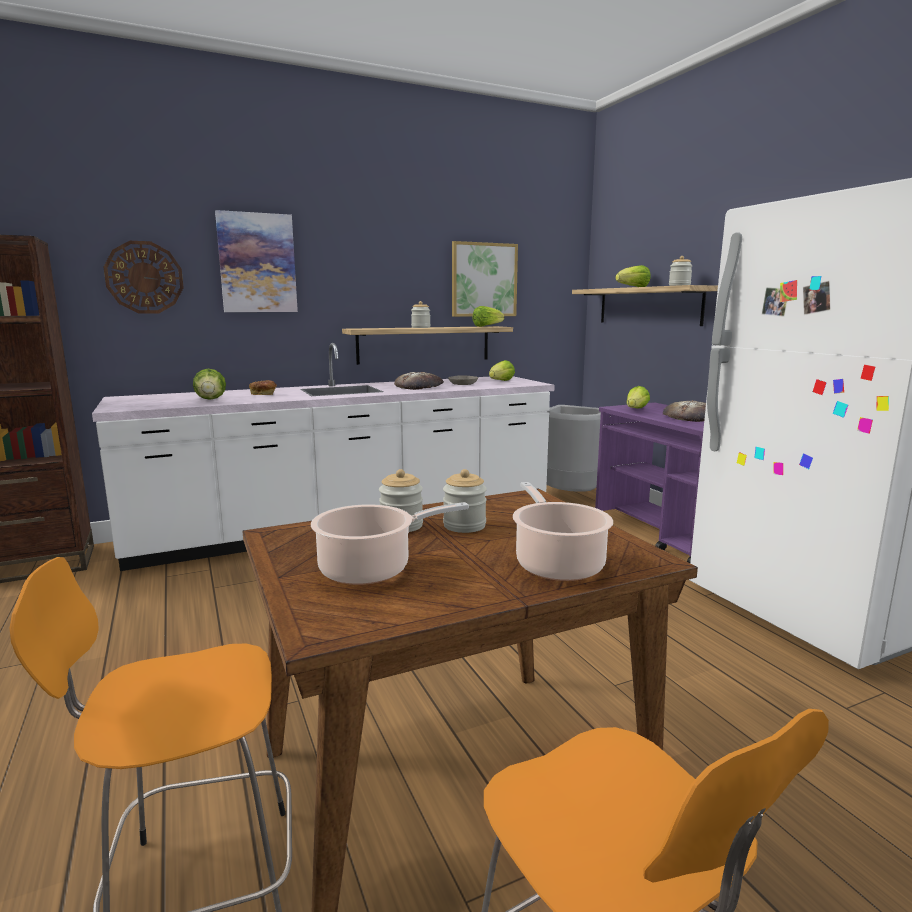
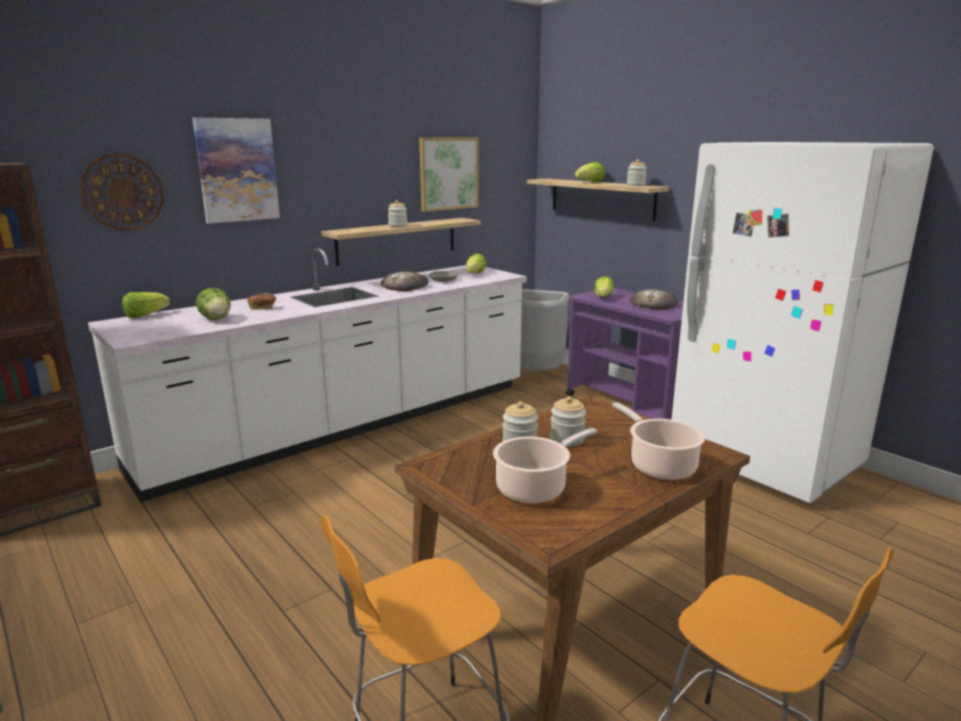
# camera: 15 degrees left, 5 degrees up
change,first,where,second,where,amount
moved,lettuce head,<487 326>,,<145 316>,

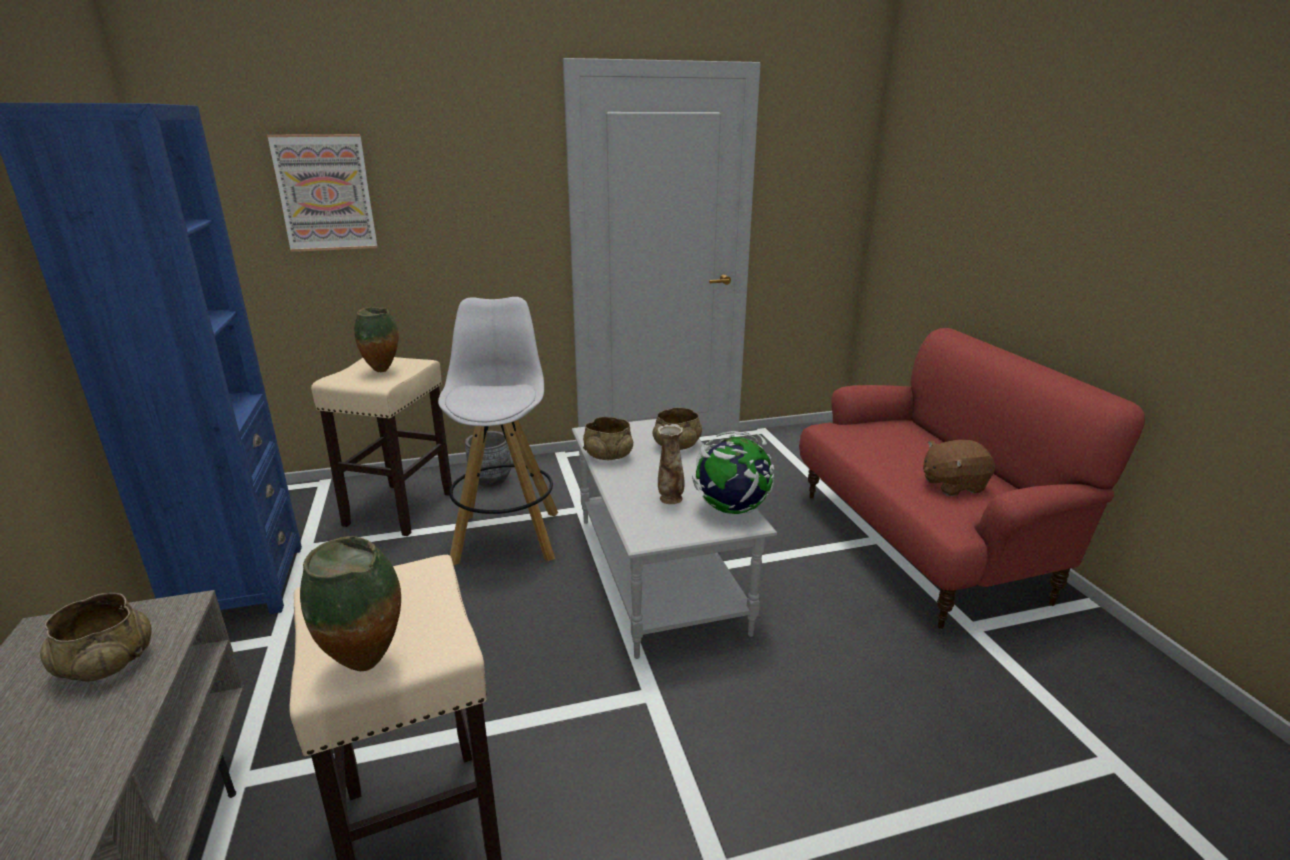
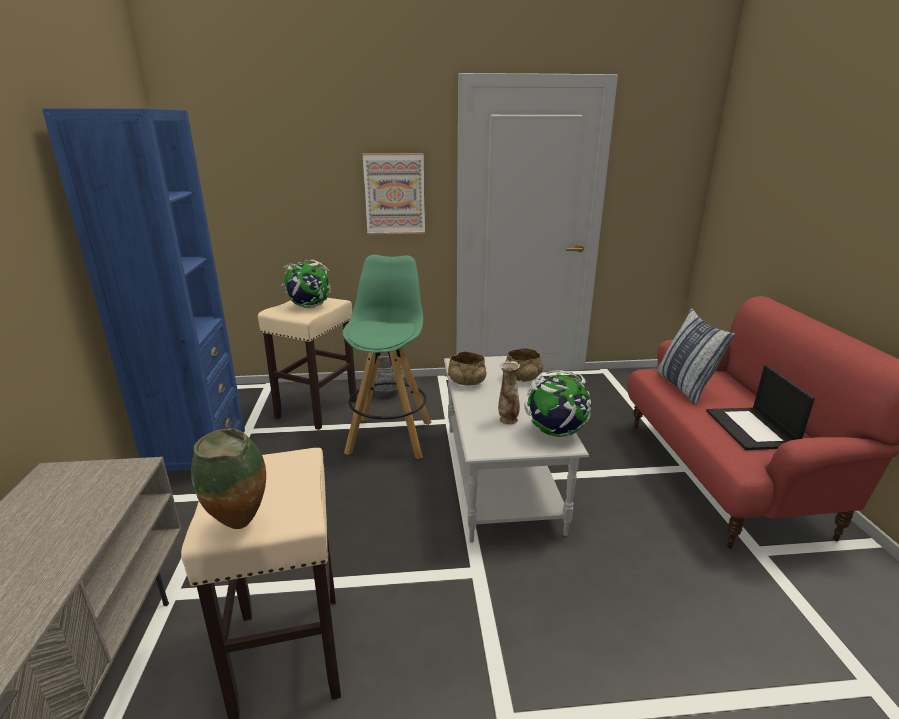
# camera: 10 degrees right, 0 degrees up
change,first,where,second,where,amount
removed,sand-coloured bowl,<107 663>,,,
moved,picture,<325 193>,,<394 194>,
replaced,decorative vase,<383 371>,globe,<309 306>,
recoloured,whitish stool,<506 536>,green stool,<390 436>,
replaced,brown soft toy,<952 485>,laptop,<751 429>,
added,,,cushion,<685 386>,

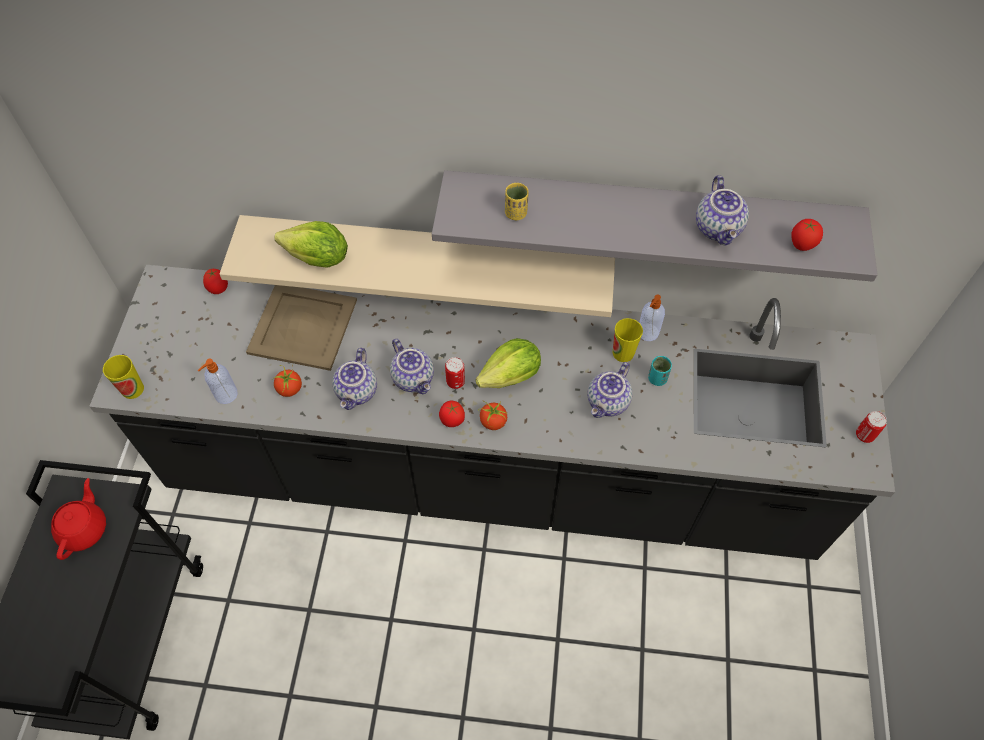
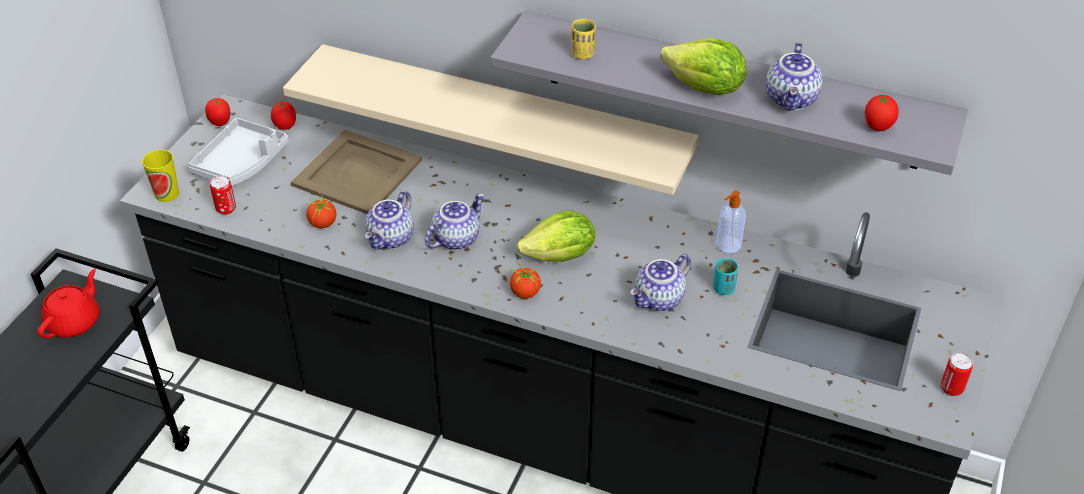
# camera: 15 degrees right, 15 degrees down
change,first,where,second,where,amount
removed,soap dispenser,<225 395>,,,
moved,lettuce head,<318 259>,,<704 88>,
turned,tea pot,<414 378>,,<455 238>,120 degrees counterclockwise
moved,tomato,<452 421>,,<220 123>,
moved,metal can,<455 382>,,<226 209>,
removed,small cup,<623 353>,,,
added,,,greyish serving tray,<241 162>,

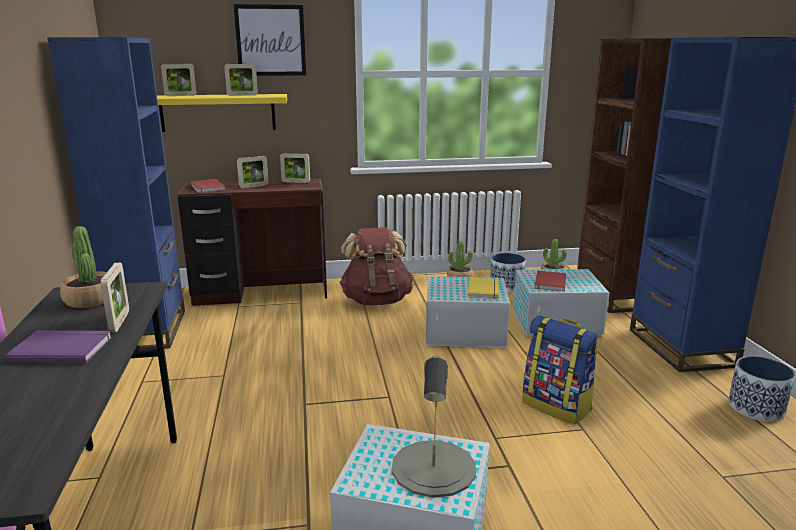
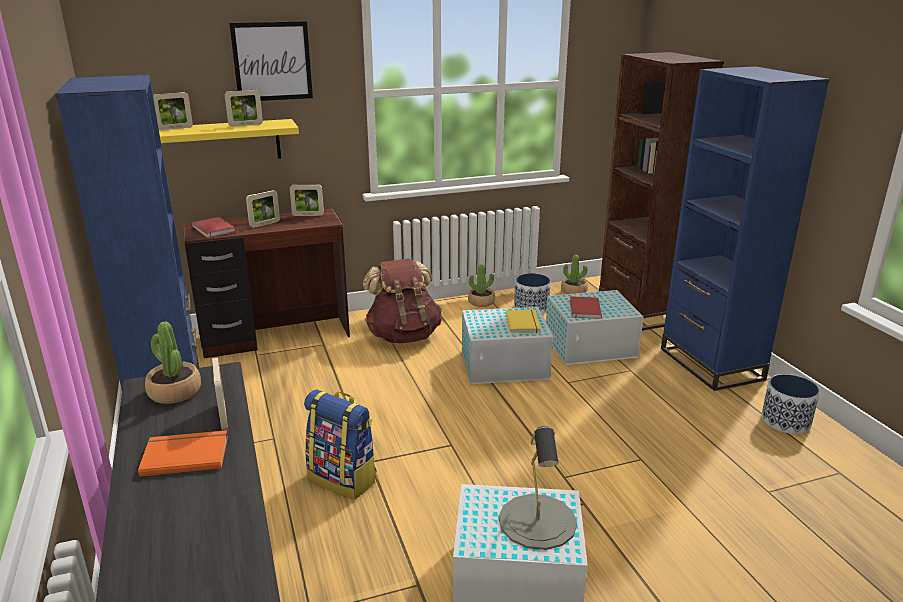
# camera: 10 degrees left, 5 degrees up
change,first,where,second,where,amount
recoloured,purple-coloured volume,<62 349>,orange-coloured volume,<185 454>,
moved,rucksack,<557 406>,,<343 479>,

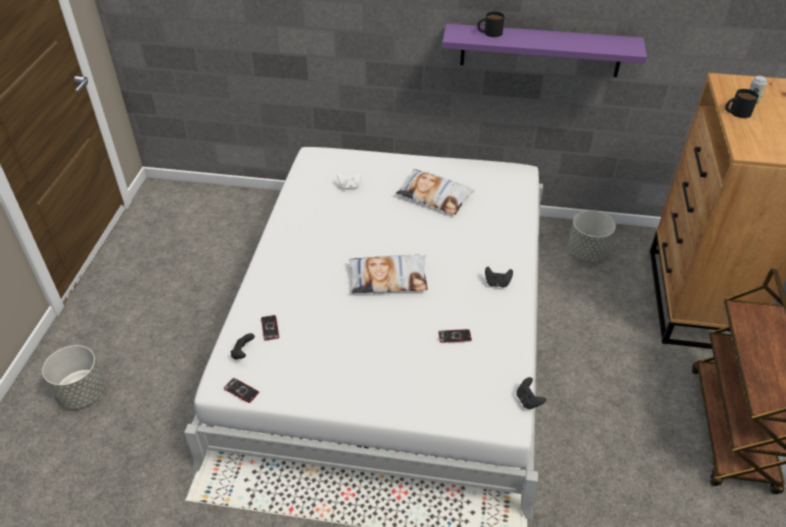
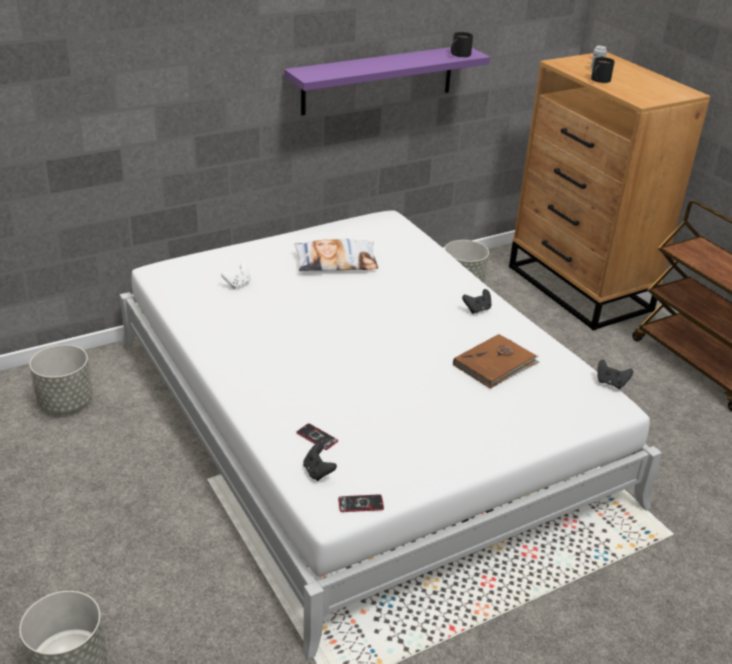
# camera: 40 degrees left, 10 degrees down
change,first,where,second,where,amount
removed,cushion,<388 278>,,,
replaced,handset,<454 336>,brown volume,<495 364>,
moved,black-coloured mug,<489 33>,,<458 55>,
added,,,greyish planter,<66 402>,

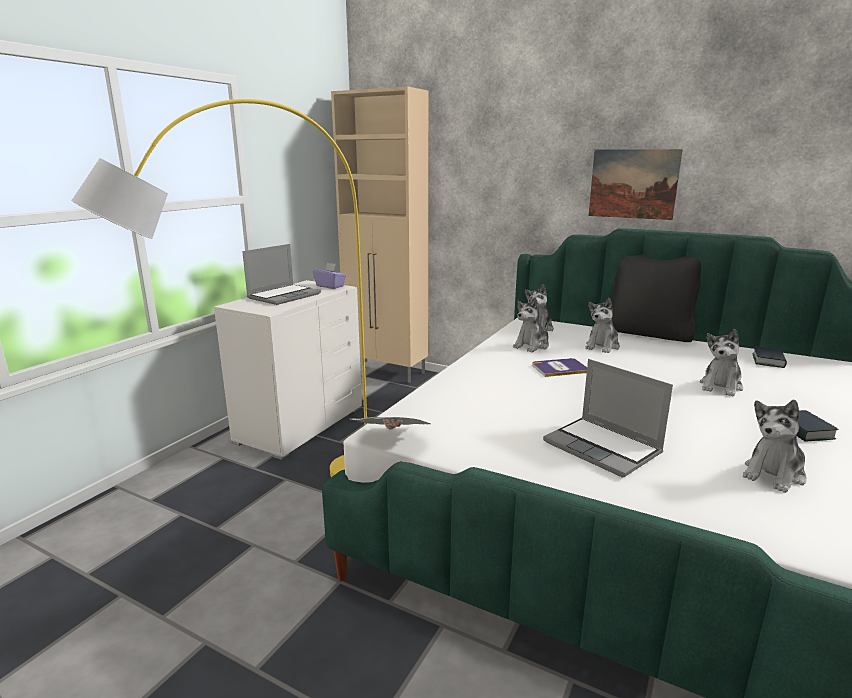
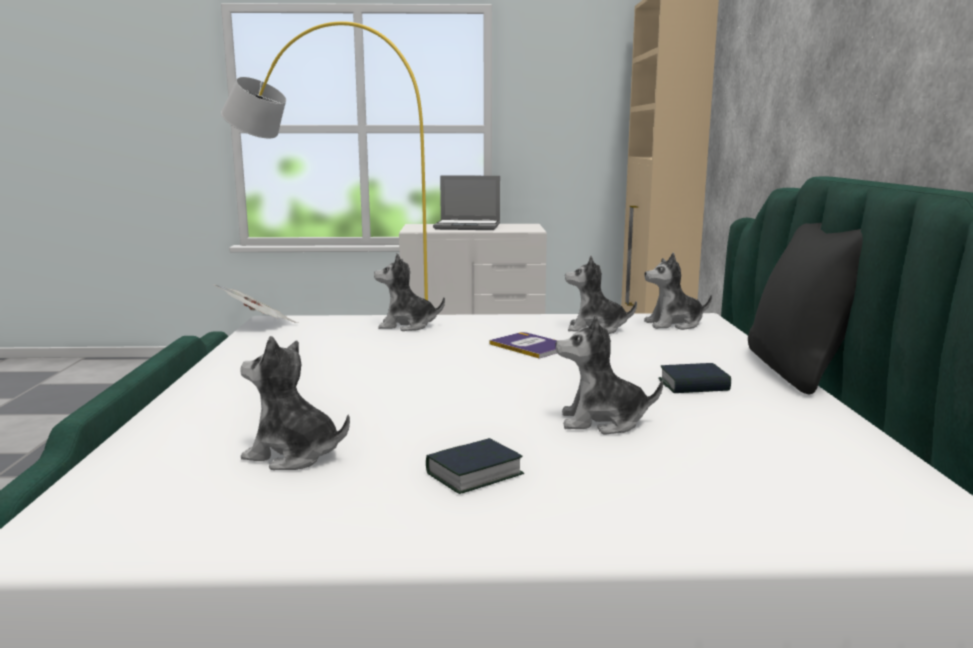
# camera: 60 degrees right, 5 degrees down
change,first,where,second,where,amount
removed,purple-coloured tissue box,<330 286>,,,
removed,laptop,<604 448>,,,
moved,soft toy,<602 346>,,<407 326>,
removed,picture,<633 184>,,,
moved,volume,<768 361>,,<693 385>,

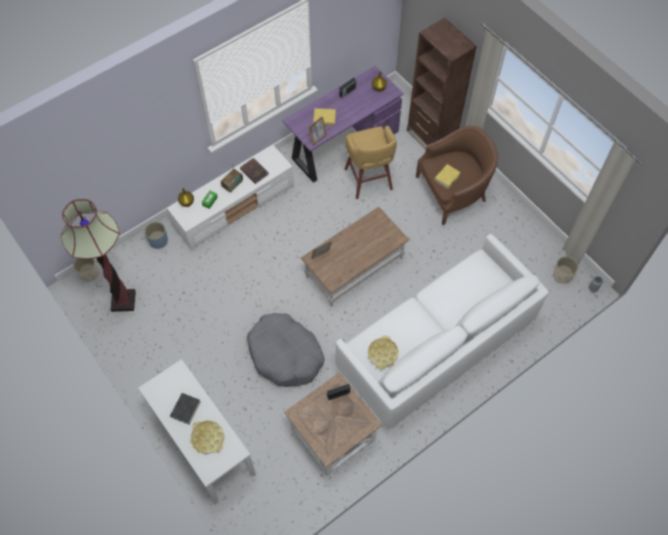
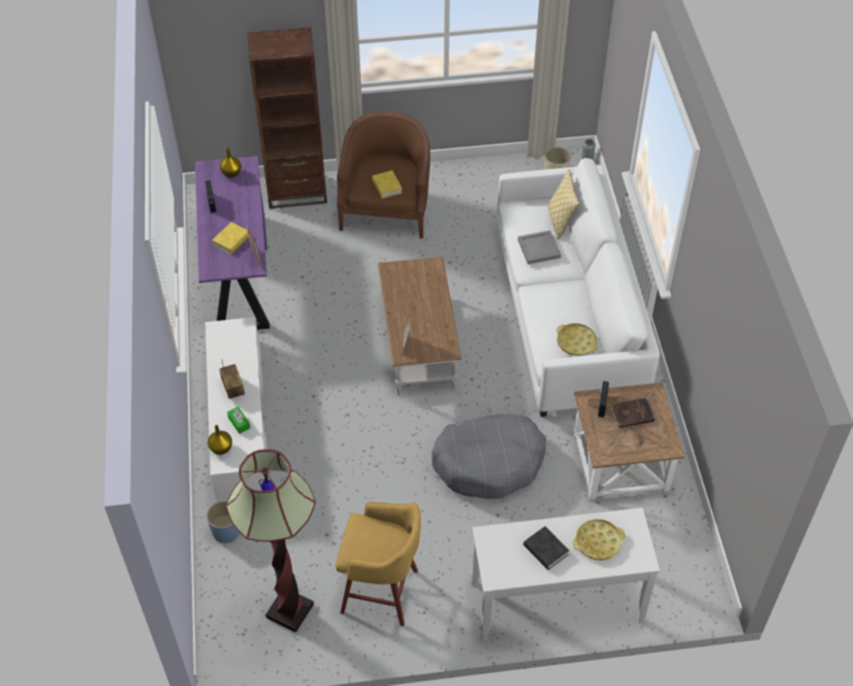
# camera: 60 degrees left, 10 degrees down
change,first,where,second,where,amount
removed,sand-coloured planter,<89 274>,,,
moved,brown volume,<254 171>,,<631 413>,
moved,yellow-coloured stool,<368 180>,,<382 592>,
added,,,greyish serving tray,<539 249>,
added,,,cushion,<560 221>,

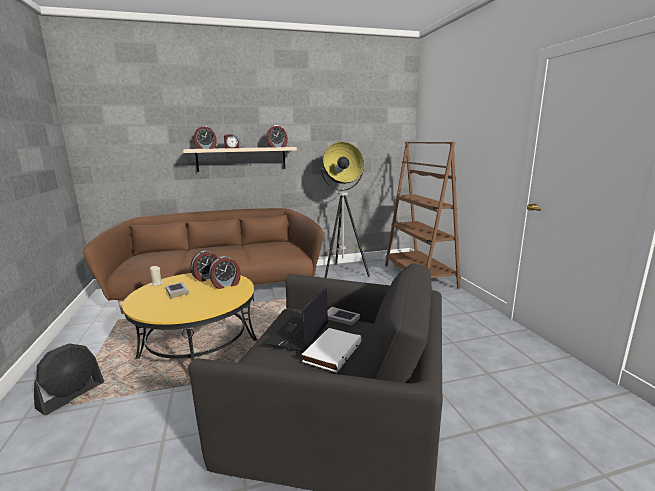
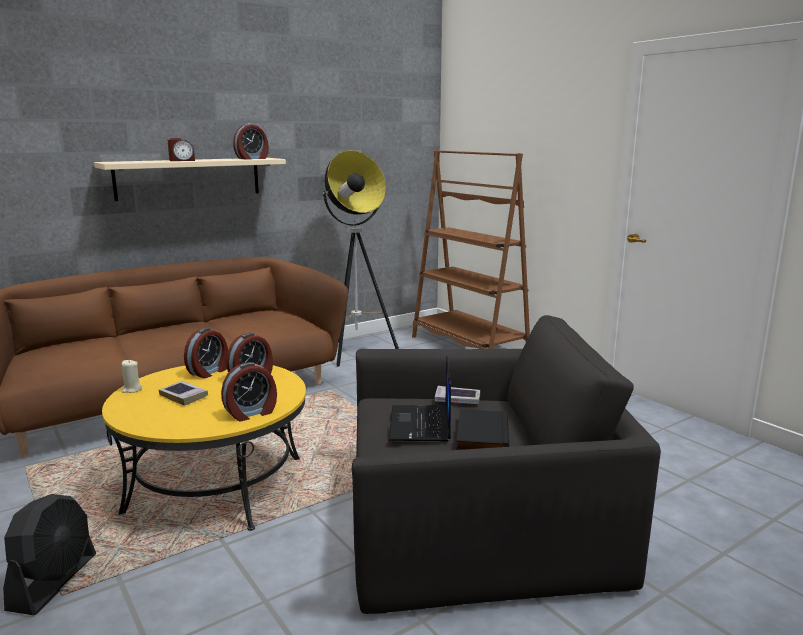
# camera: 20 degrees left, 0 degrees up
change,first,where,second,where,amount
moved,alarm clock,<206 148>,,<251 413>,
recoloured,whitish volume,<331 351>,black-coloured volume,<480 435>,

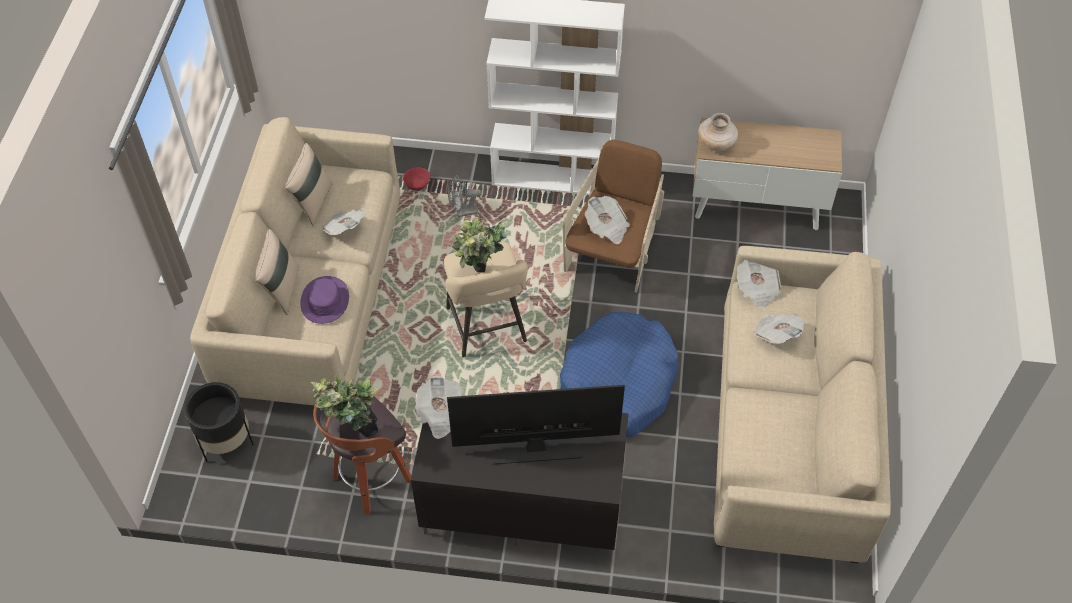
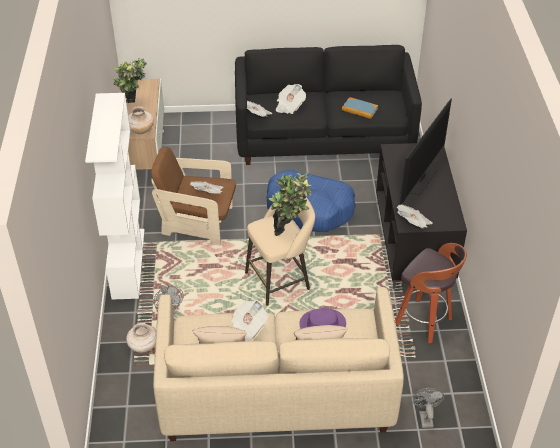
# camera: 100 degrees left, 10 degrees down
change,first,where,second,where,amount
replaced,black-coloured planter,<226 442>,greyish fan,<425 417>,
moved,houseplant,<354 437>,,<134 107>,
replaced,red bowl,<417 185>,sand-coloured decorative vase,<143 346>,
turned,television,<536 448>,,<420 178>,135 degrees counterclockwise
recoloured,sand-coloured settee,<789 433>,black-coloured settee,<324 136>,
added,,,volume,<359 109>,

